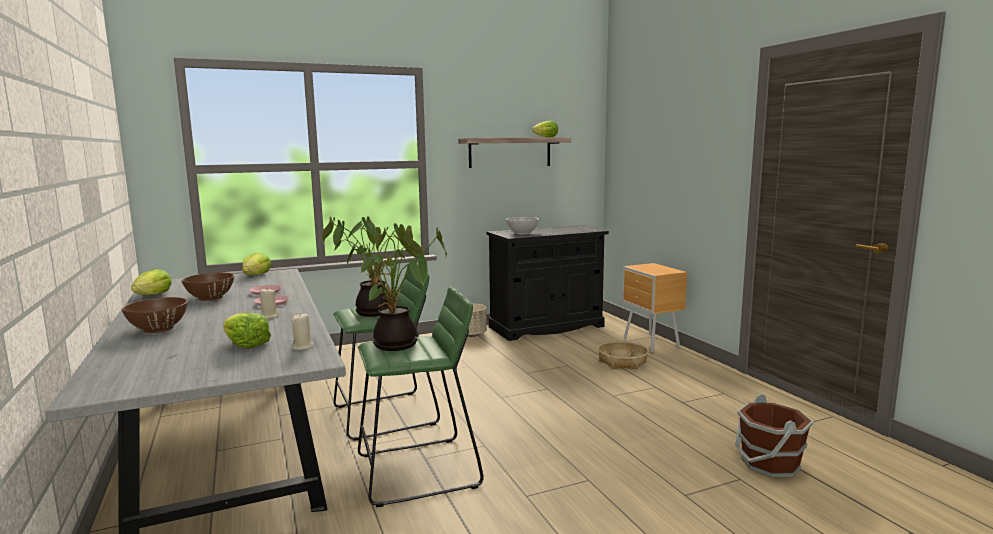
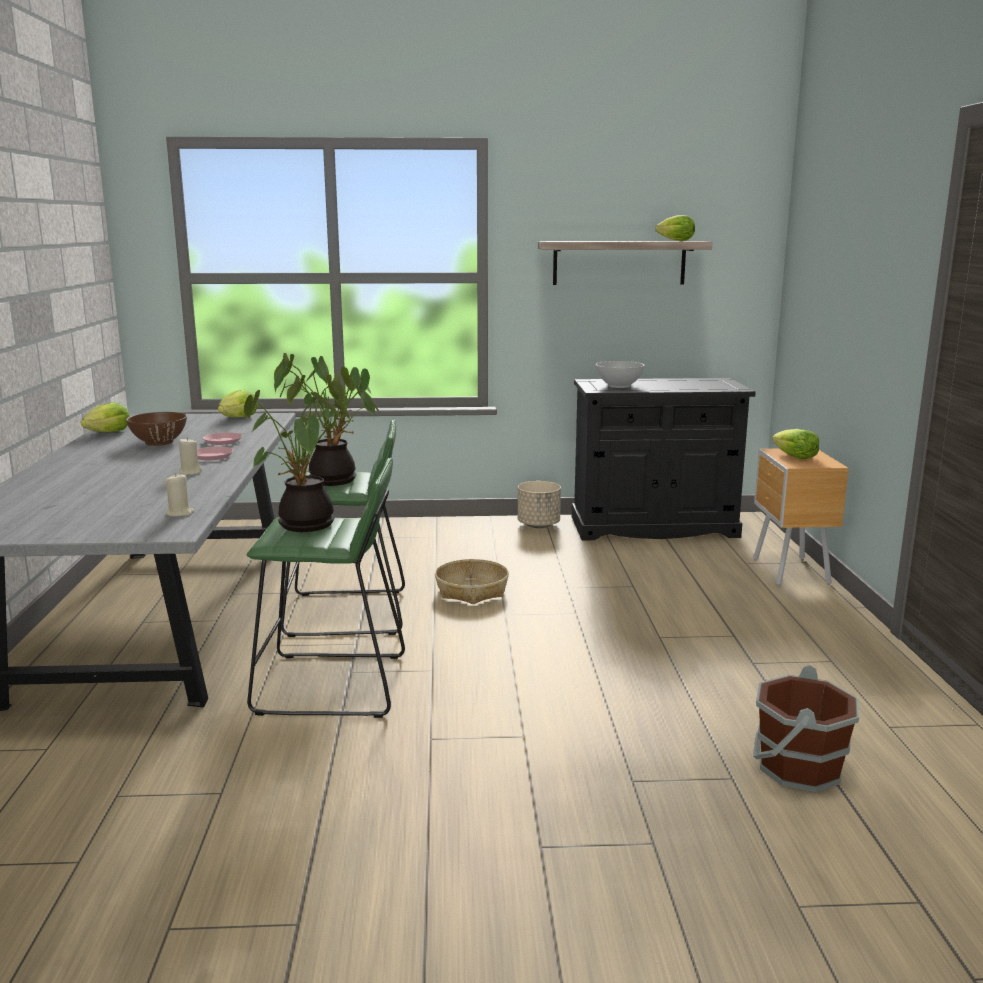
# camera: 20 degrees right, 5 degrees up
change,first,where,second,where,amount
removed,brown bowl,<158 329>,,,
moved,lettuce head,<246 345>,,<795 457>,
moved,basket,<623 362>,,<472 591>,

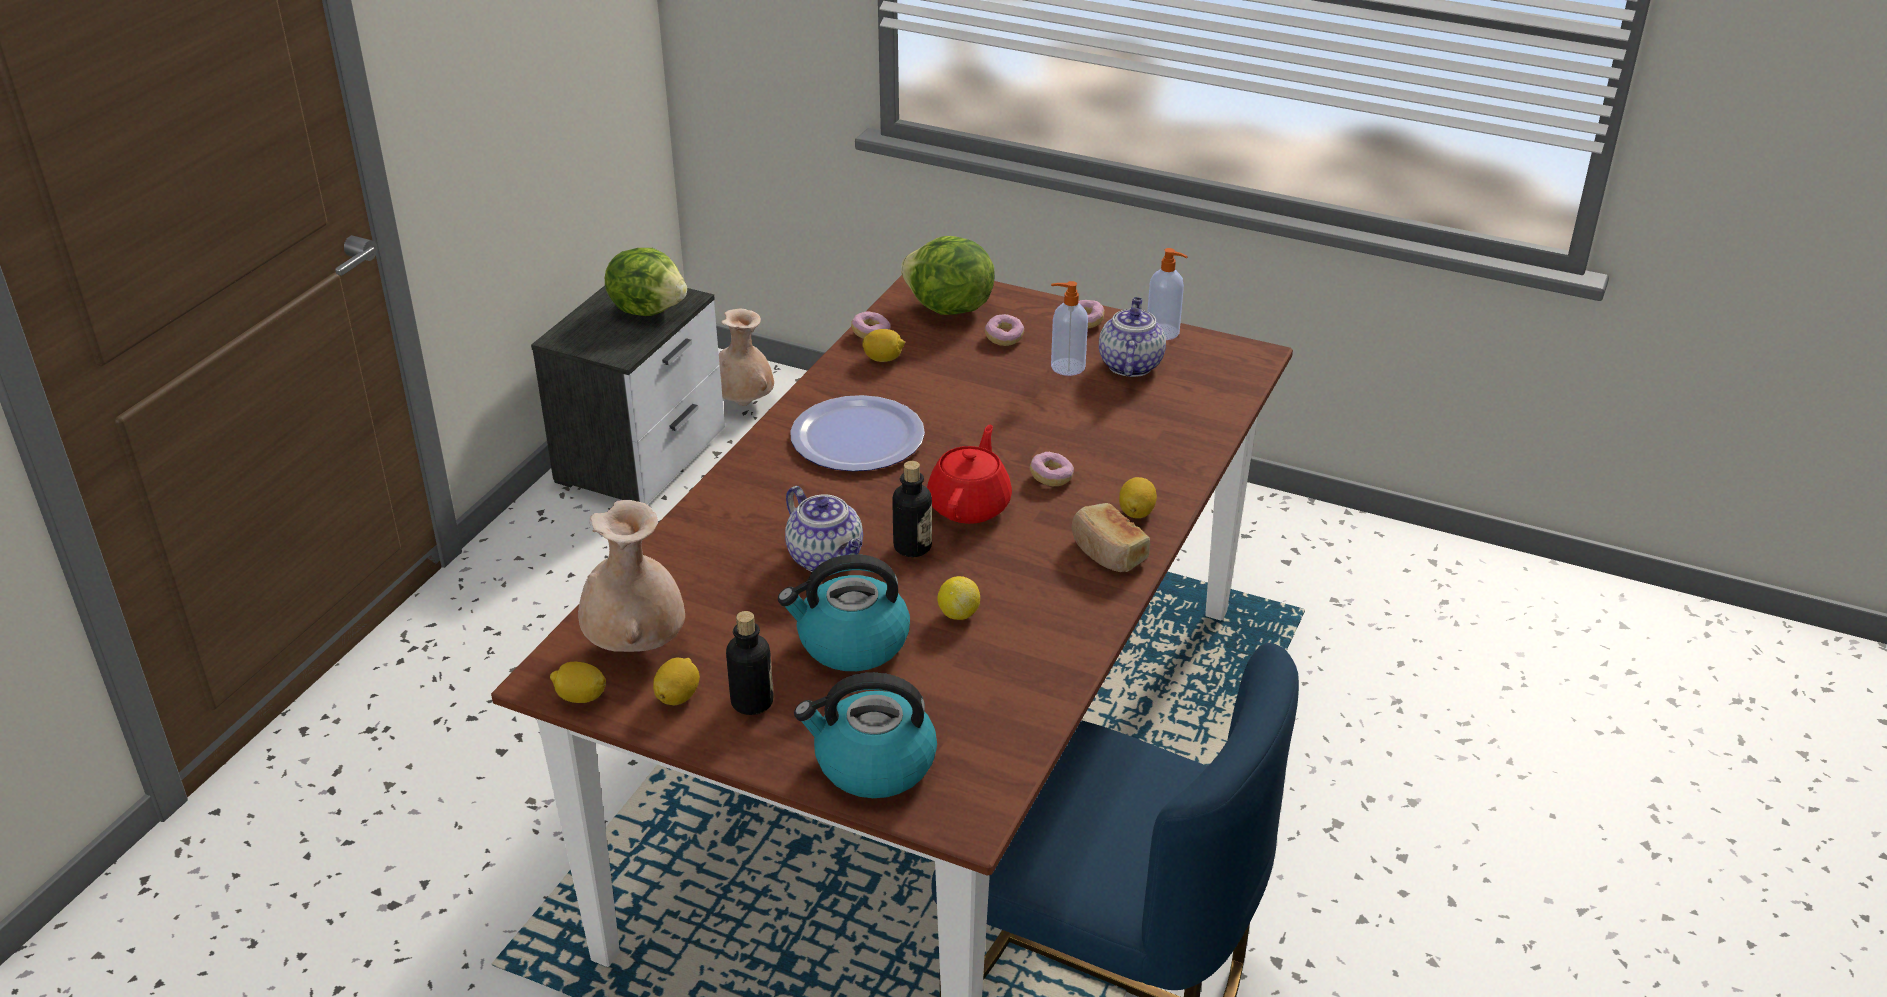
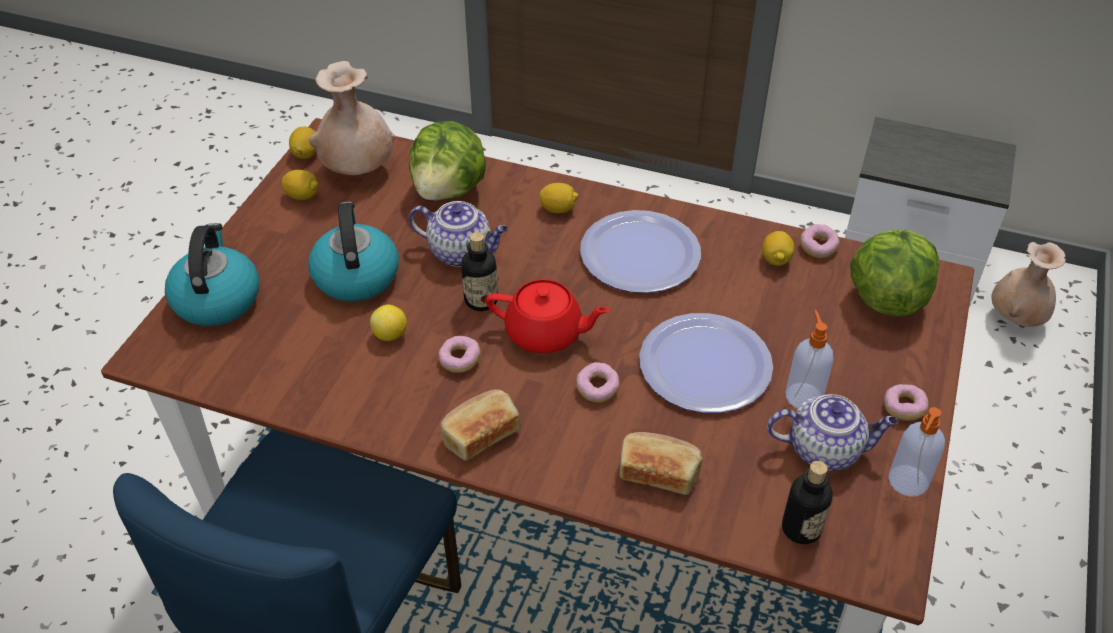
# camera: 85 degrees right, 10 degrees up
change,first,where,second,where,amount
moved,lettuce head,<649 309>,,<449 190>,
moved,drink bottle,<752 702>,,<801 528>,
turned,tea pot,<827 559>,,<462 252>,120 degrees counterclockwise
moved,ring doughnut,<1004 338>,,<460 360>,
moved,lemon,<1136 512>,,<558 209>,
added,,,bread,<658 472>,
added,,,plate,<705 365>,

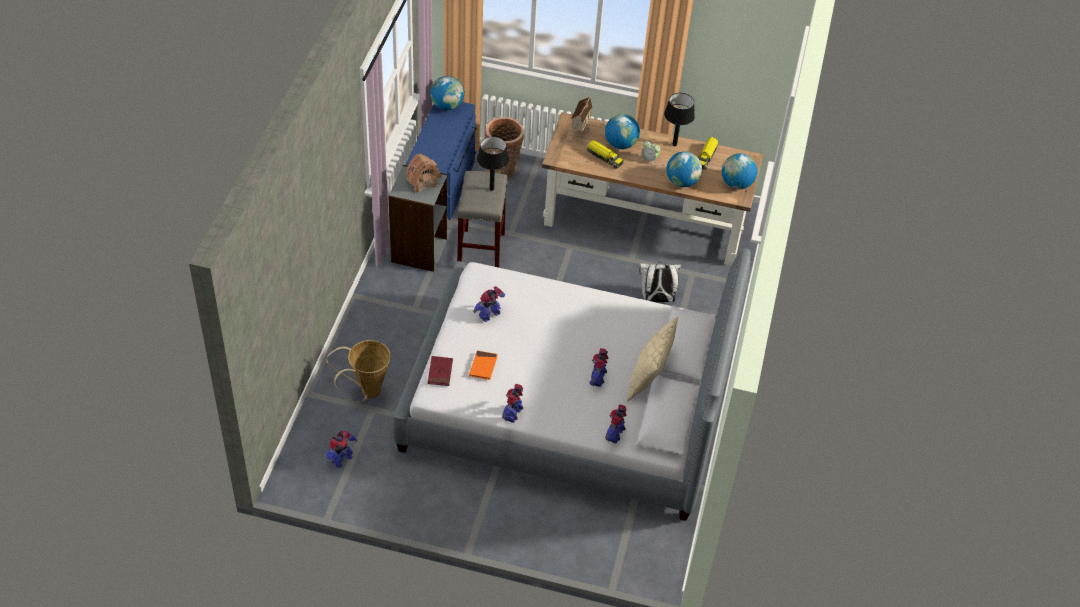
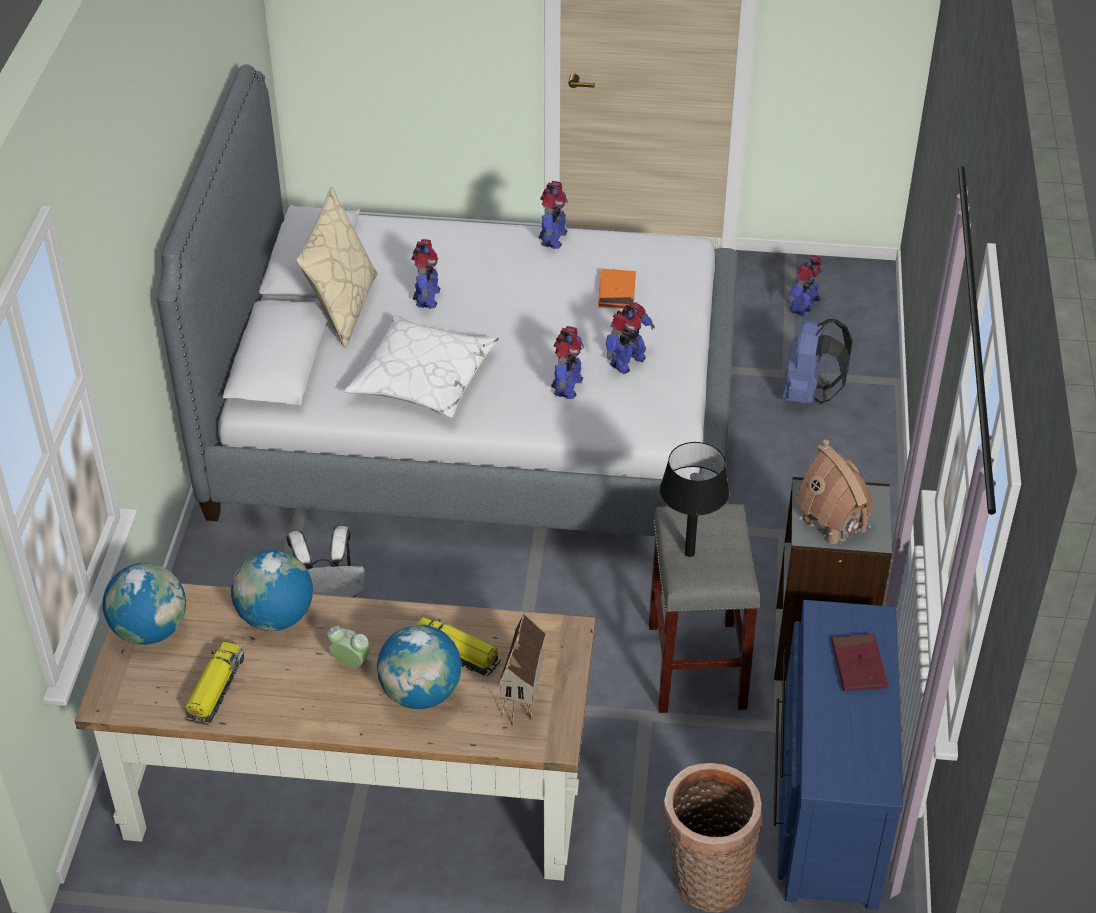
# camera: 175 degrees right, 5 degrees down
change,first,where,second,where,amount
replaced,basket,<366 392>,blue rucksack,<808 394>,
moved,red volume,<440 372>,,<858 665>,
removed,globe,<447 106>,,,
moved,robot figure,<615 434>,,<567 387>,
removed,black-coloured table lamp,<674 144>,,,
added,,,whitish cushion,<423 378>,

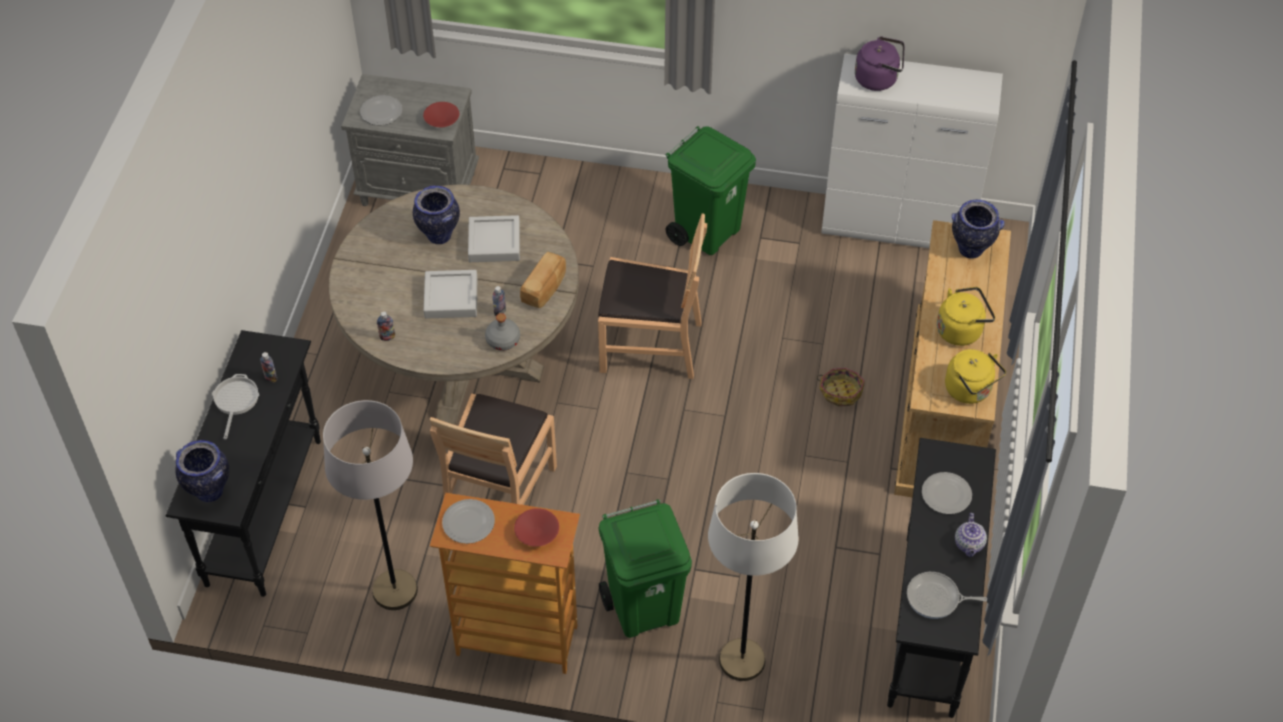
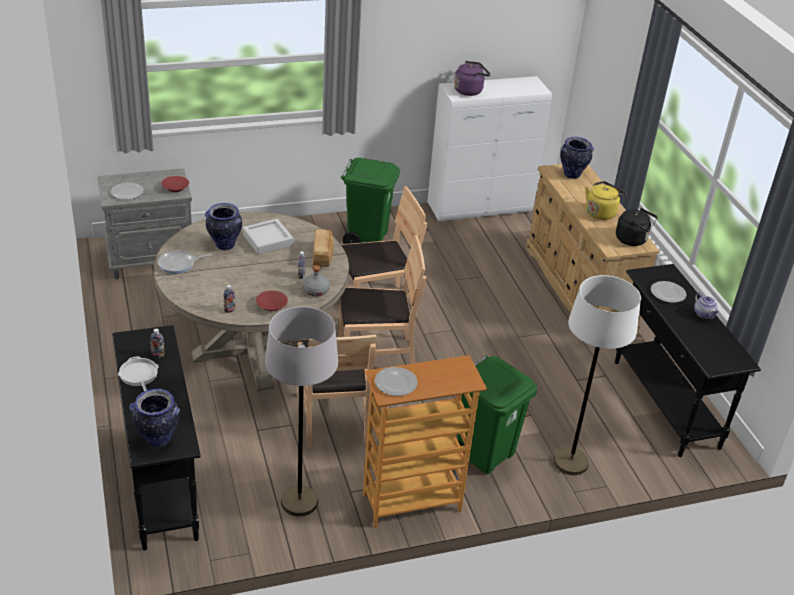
# camera: 30 degrees left, 15 degrees down
change,first,where,second,where,amount
removed,greyish serving tray,<451 298>,,,
moved,red bowl,<537 533>,,<272 305>,
removed,basket,<840 391>,,,
moved,pan,<936 598>,,<178 264>,
recoloured,yellow-coloured kettle,<970 390>,black-coloured kettle,<633 240>,
added,,,brown chair,<375 355>,

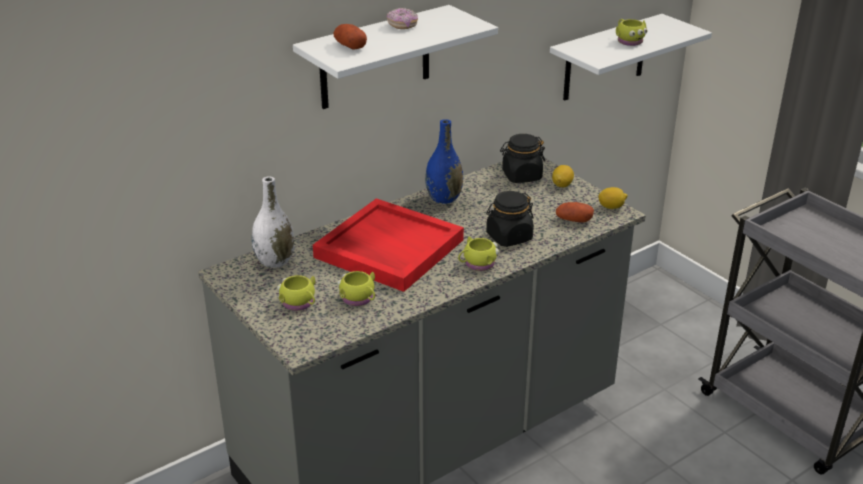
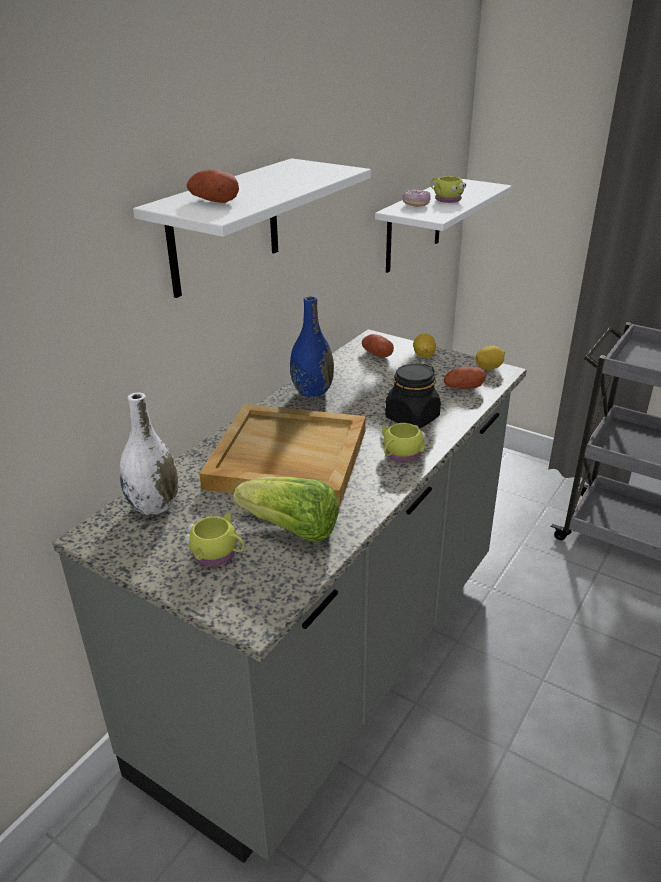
# camera: 20 degrees left, 0 degrees up
change,first,where,second,where,amount
recoloured,red serving tray,<387 249>,sand-coloured serving tray,<286 459>,
replaced,yellow-coloured mug,<359 299>,lettuce head,<291 529>,
moved,ring doughnut,<402 26>,,<416 205>,
replaced,black-coloured preserve jar,<521 176>,whole potato,<377 354>,

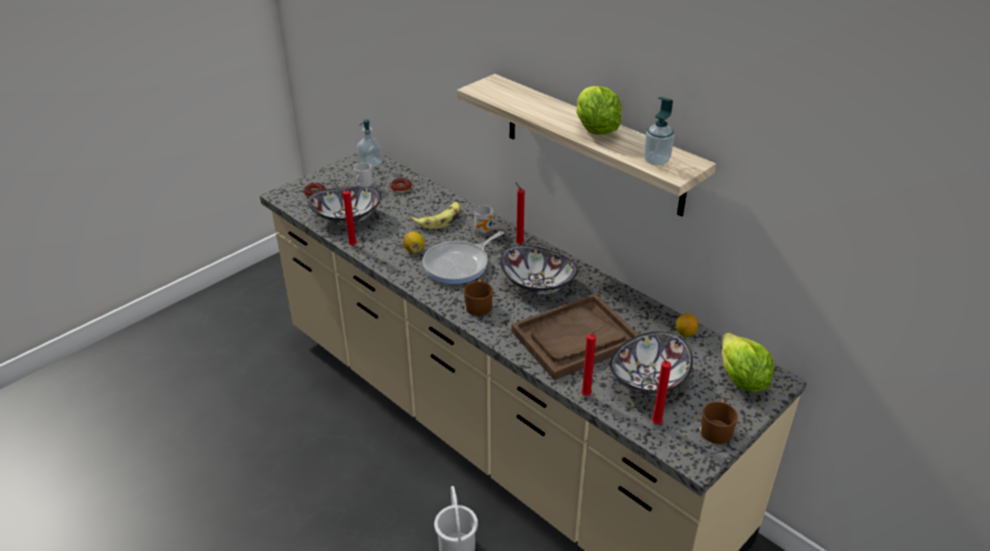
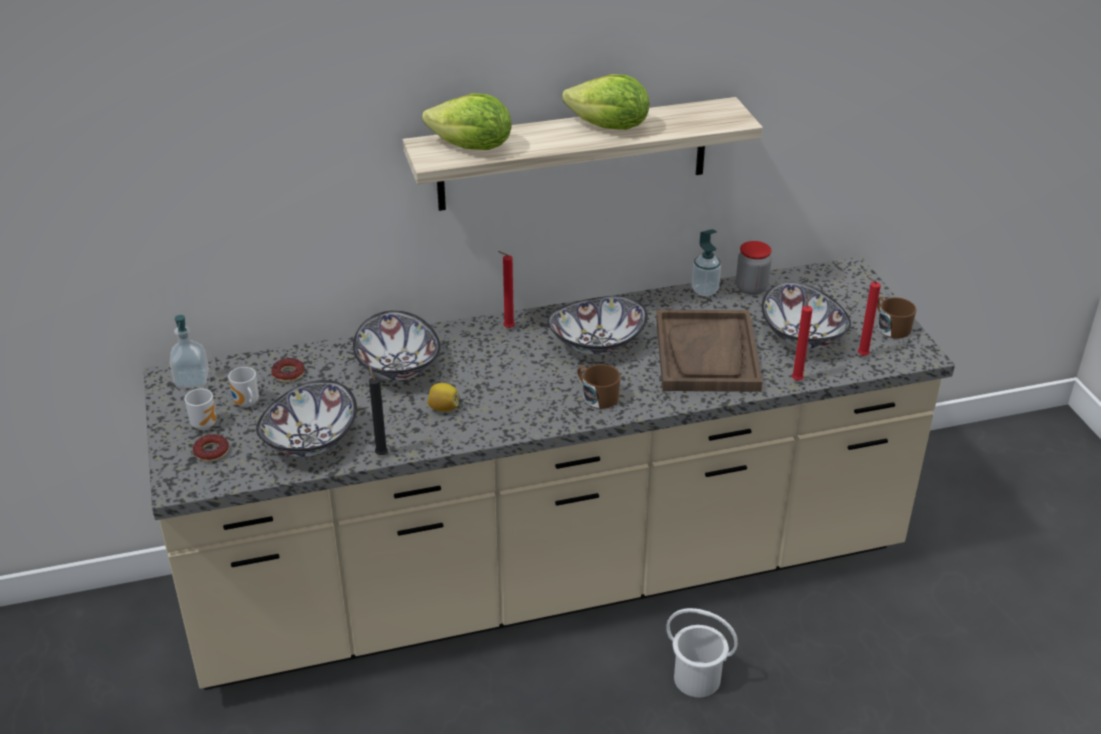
# camera: 60 degrees left, 0 degrees up
change,first,where,second,where,amount
recoloured,red wax light,<354 245>,black-coloured wax light,<381 453>,
replaced,banana,<439 219>,bowl,<397 367>,
removed,pan,<459 265>,,,
moved,mug,<485 230>,,<205 423>,
moved,soap dispenser,<656 160>,,<704 290>,
replaced,lemon,<685 333>,preserve jar,<751 288>,
moved,lettuce head,<741 380>,,<472 148>,

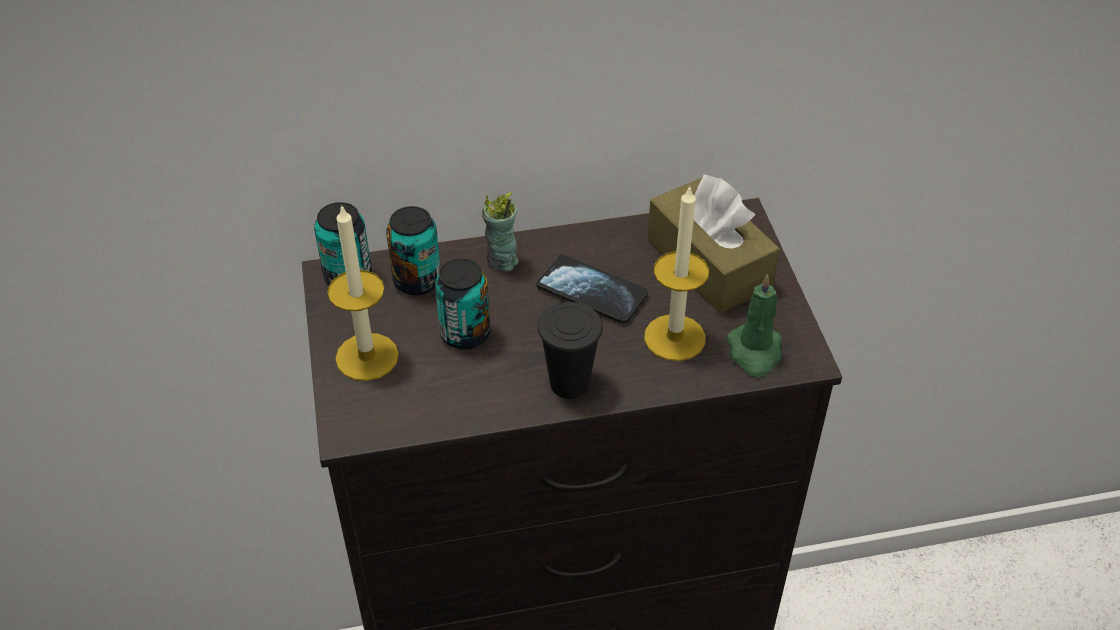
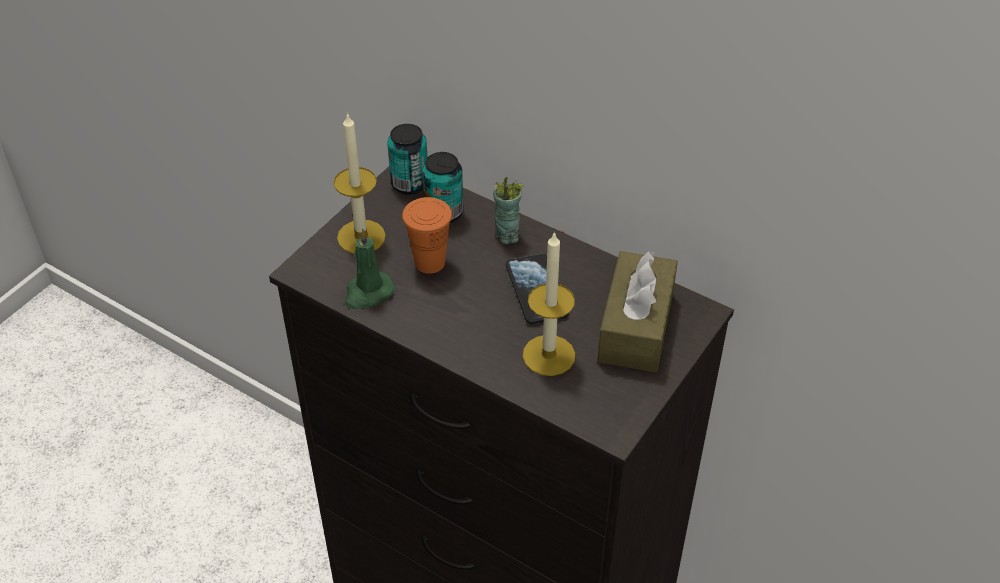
# camera: 45 degrees right, 0 degrees up
change,first,where,second,where,amount
replaced,metal can,<465 334>,orange-coloured small cup,<429 262>,
removed,black-coloured small cup,<569 383>,,,
moved,green wax light,<755 352>,,<368 293>,

